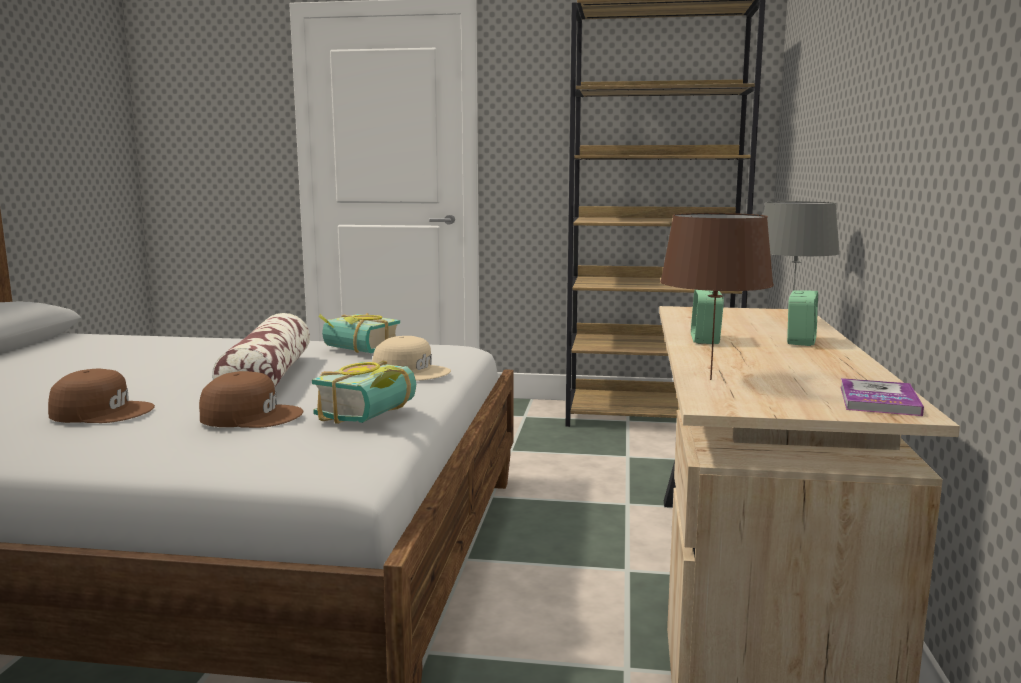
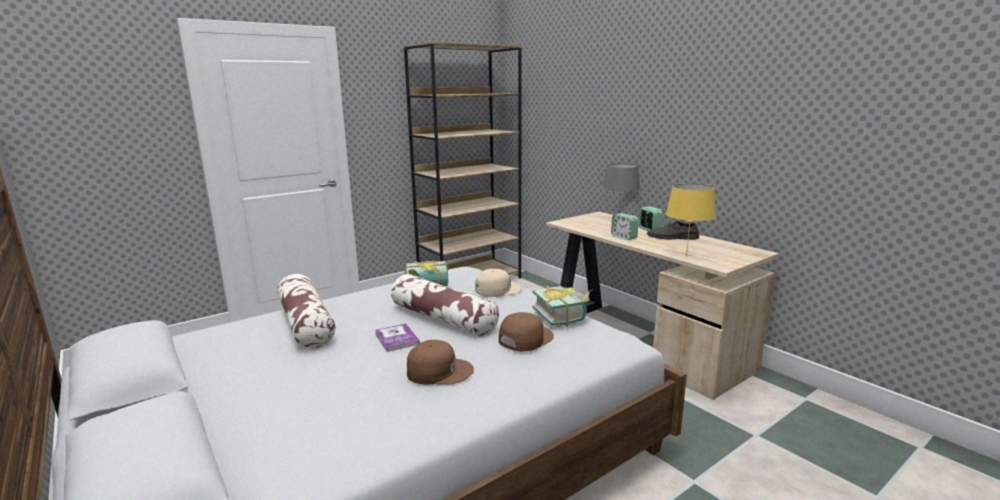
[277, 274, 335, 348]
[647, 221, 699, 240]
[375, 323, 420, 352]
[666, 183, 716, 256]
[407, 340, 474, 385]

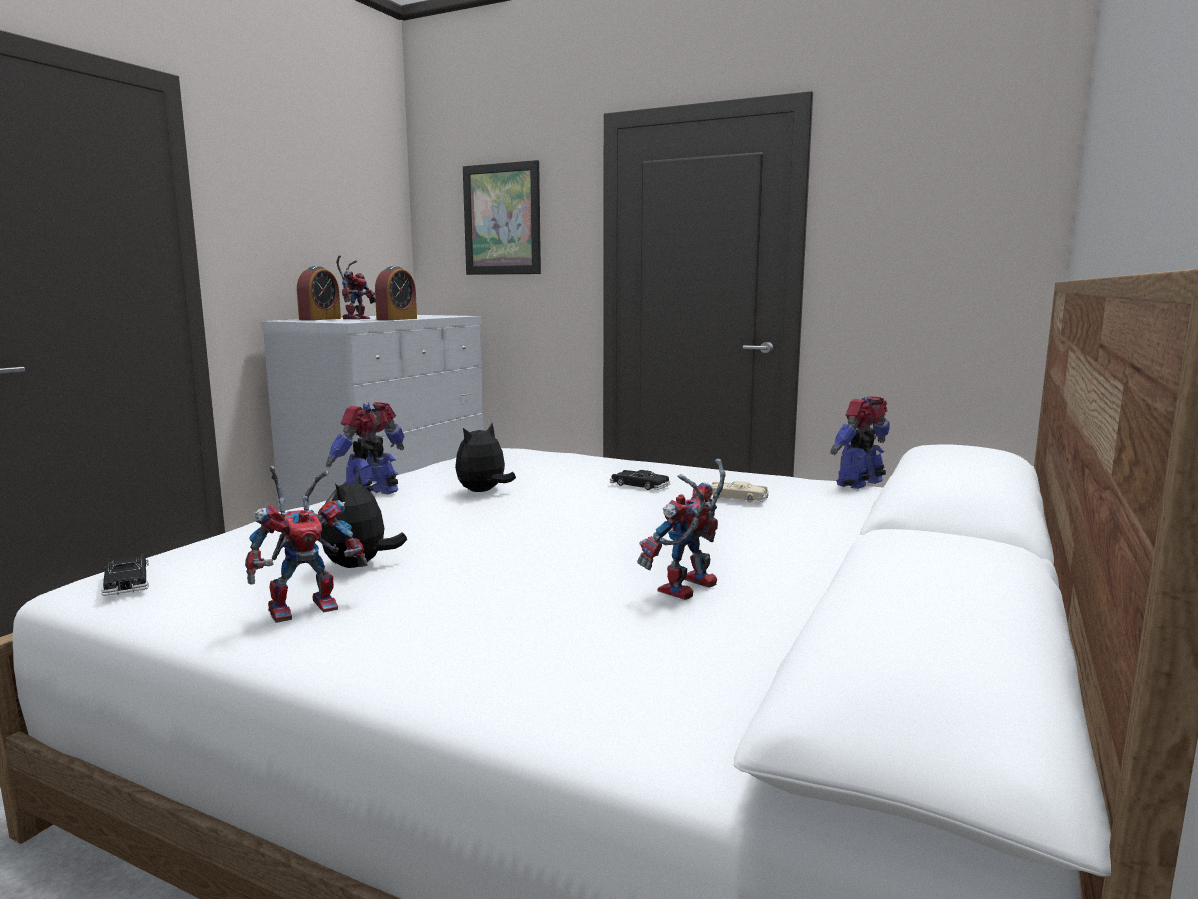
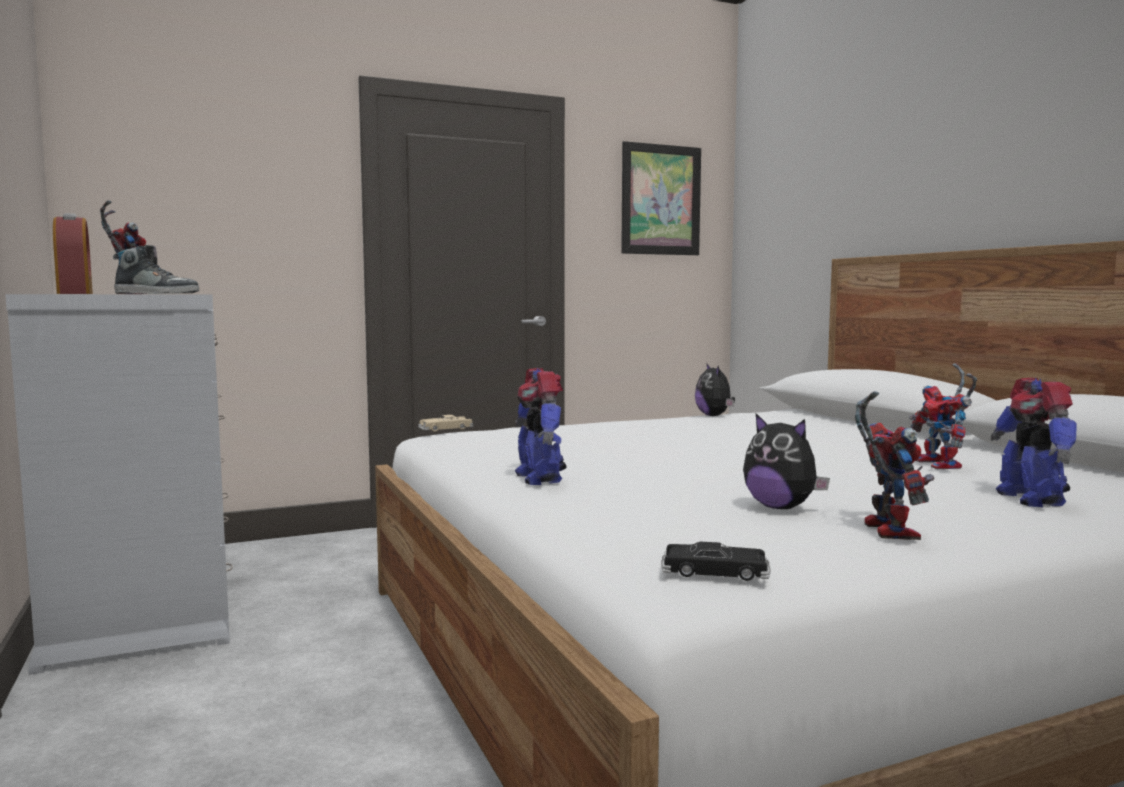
[375, 266, 417, 320] (first image)
[610, 470, 671, 490] (first image)
[113, 245, 199, 294]
[695, 363, 735, 416]
[621, 141, 701, 255]
[418, 415, 473, 432]
[991, 378, 1076, 507]

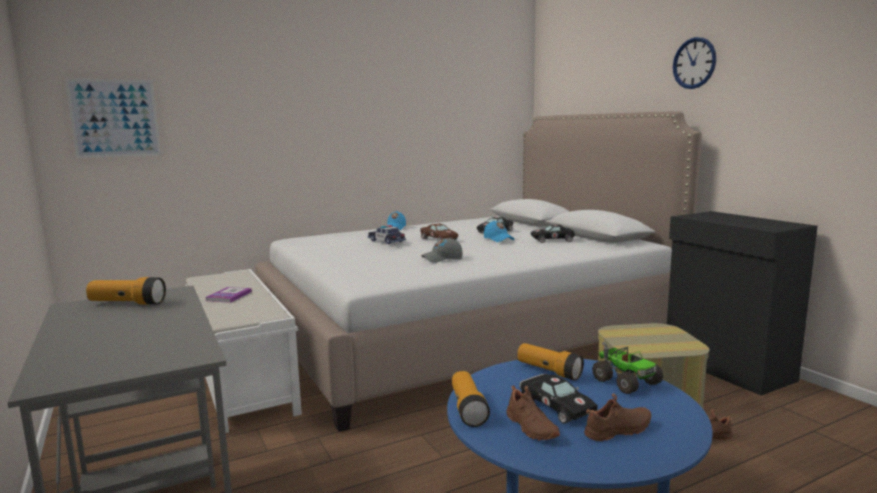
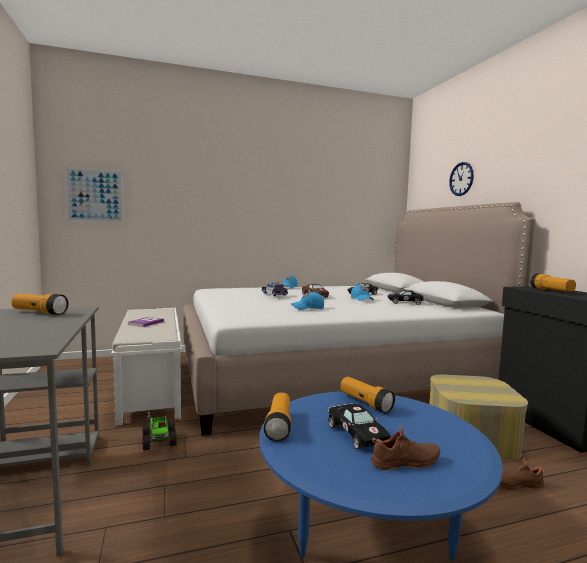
[506, 385, 560, 440] (first image)
[530, 273, 576, 292]
[142, 411, 177, 451]
[449, 162, 474, 196]
[291, 292, 324, 310]

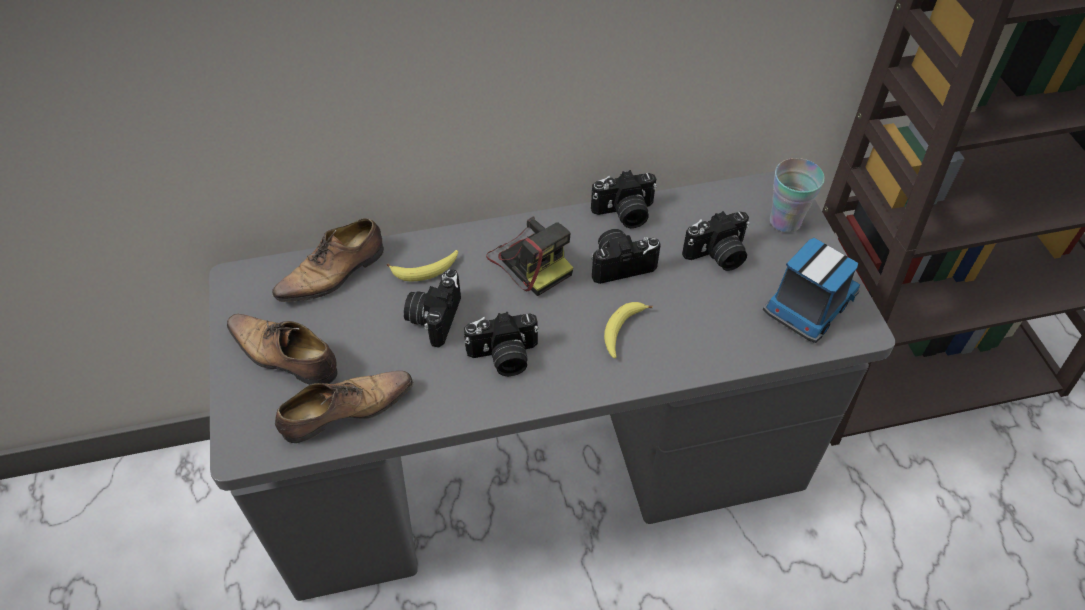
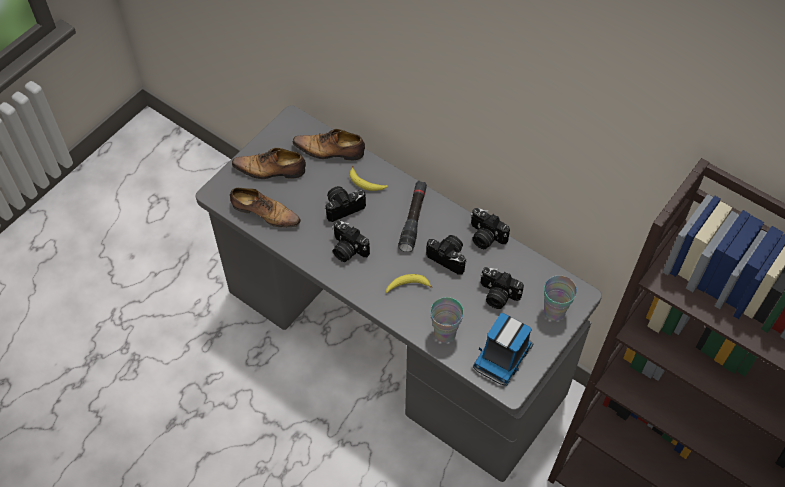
[430, 297, 464, 343]
[398, 181, 427, 252]
[232, 148, 306, 179]
[473, 313, 533, 386]

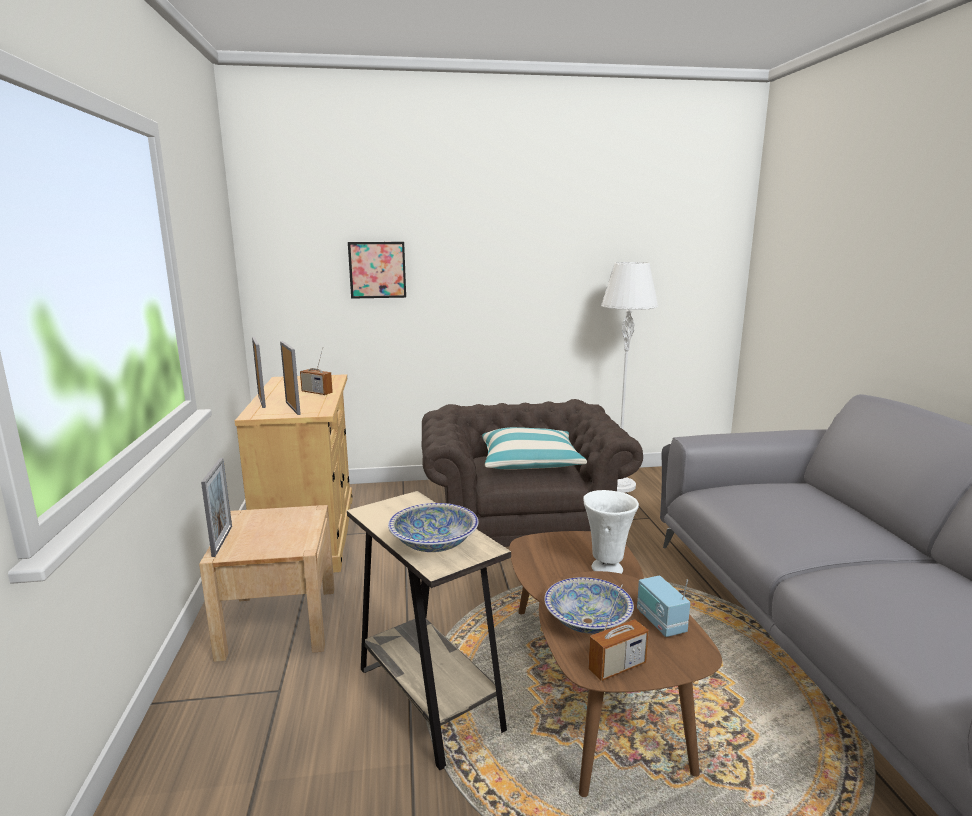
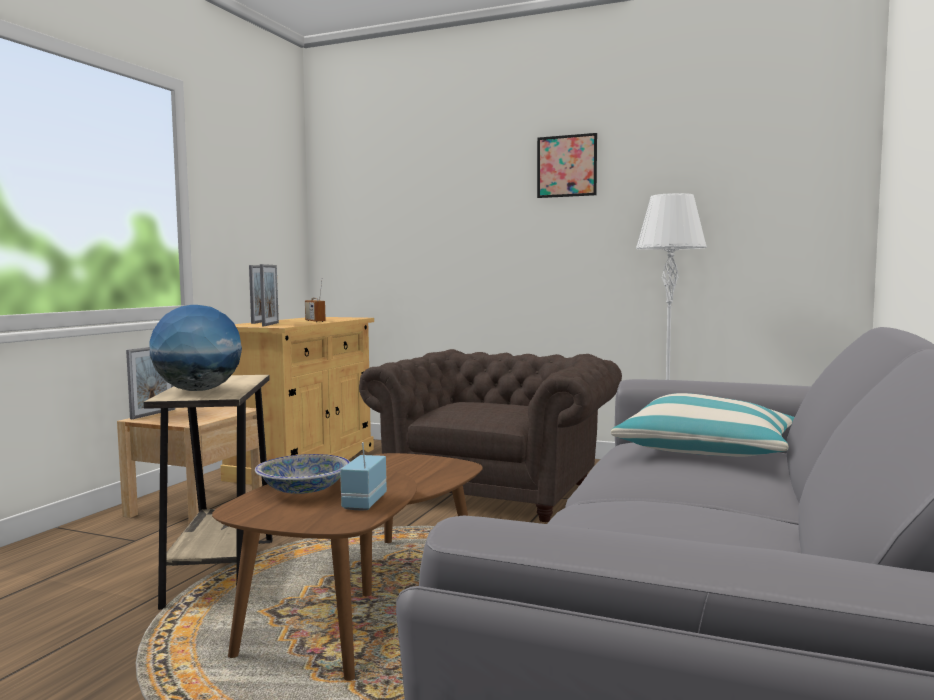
[583, 490, 639, 574] (first image)
[588, 585, 649, 681] (first image)
[537, 133, 597, 198]
[611, 393, 794, 457]
[150, 305, 242, 391]

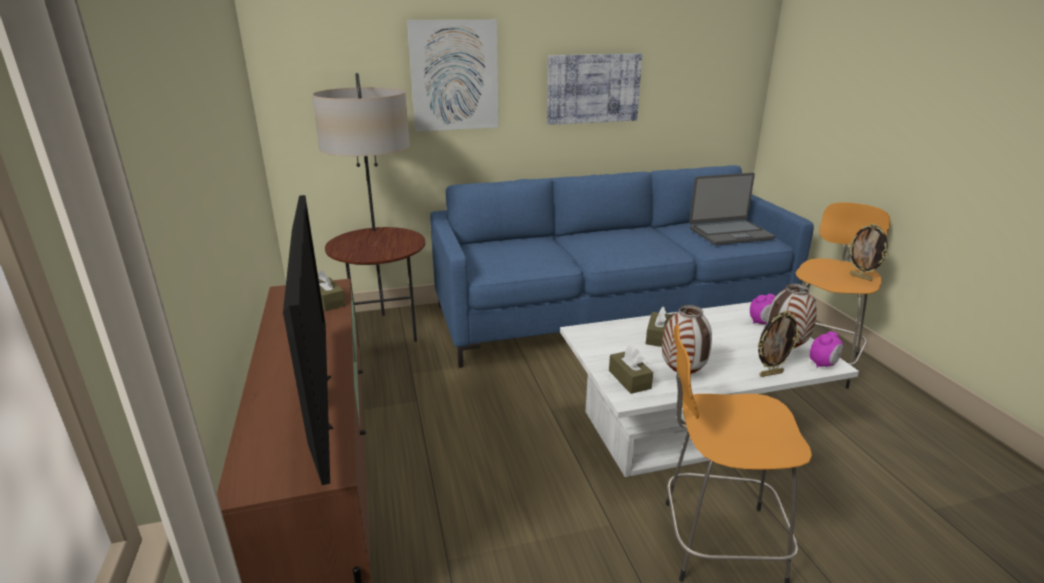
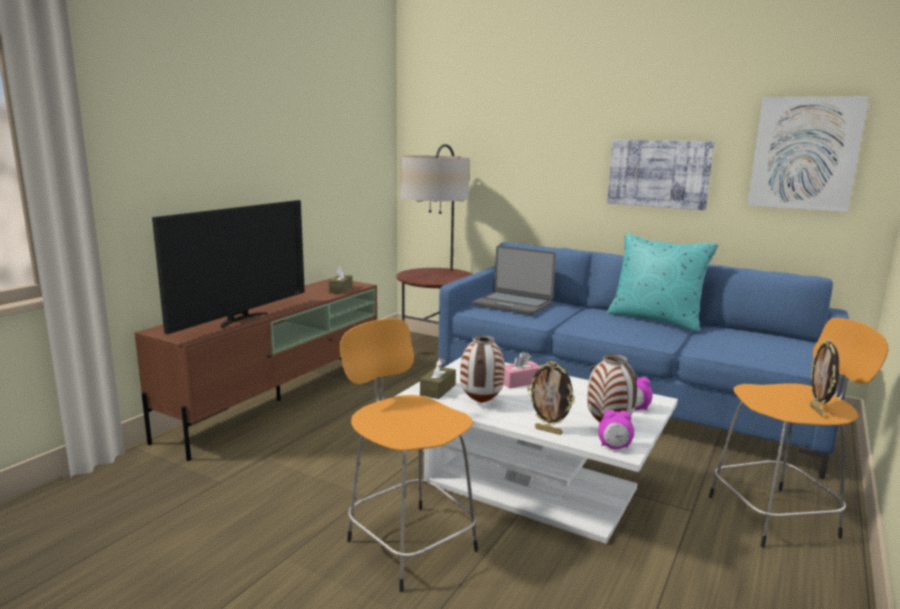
[607, 234, 718, 331]
[747, 96, 869, 212]
[473, 245, 556, 315]
[503, 352, 541, 389]

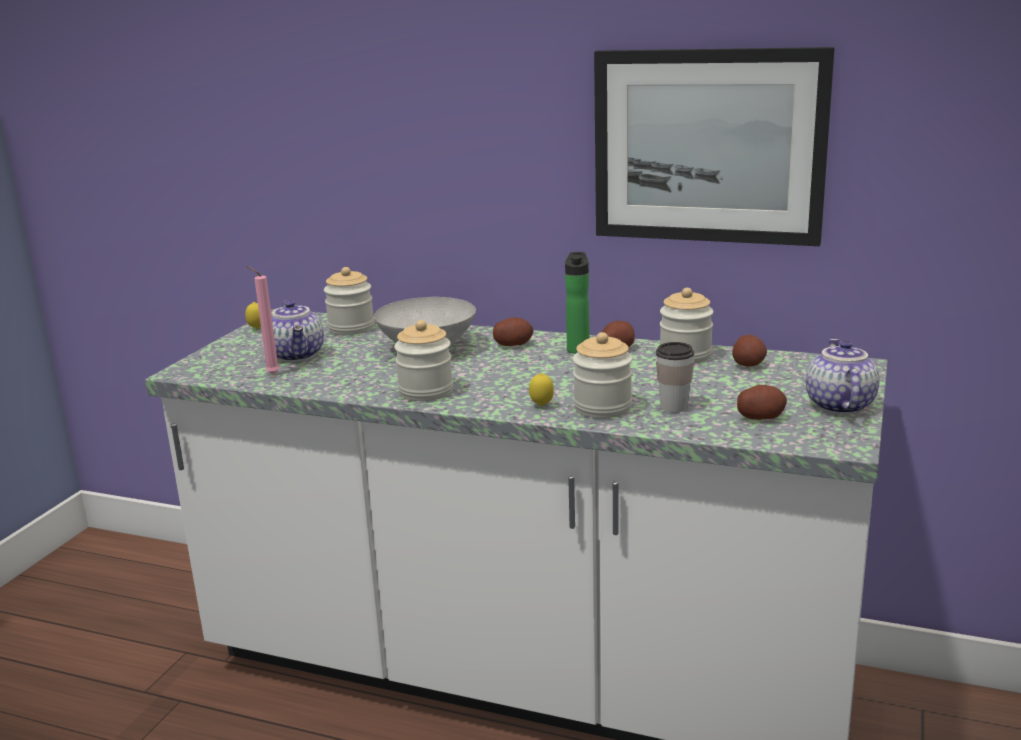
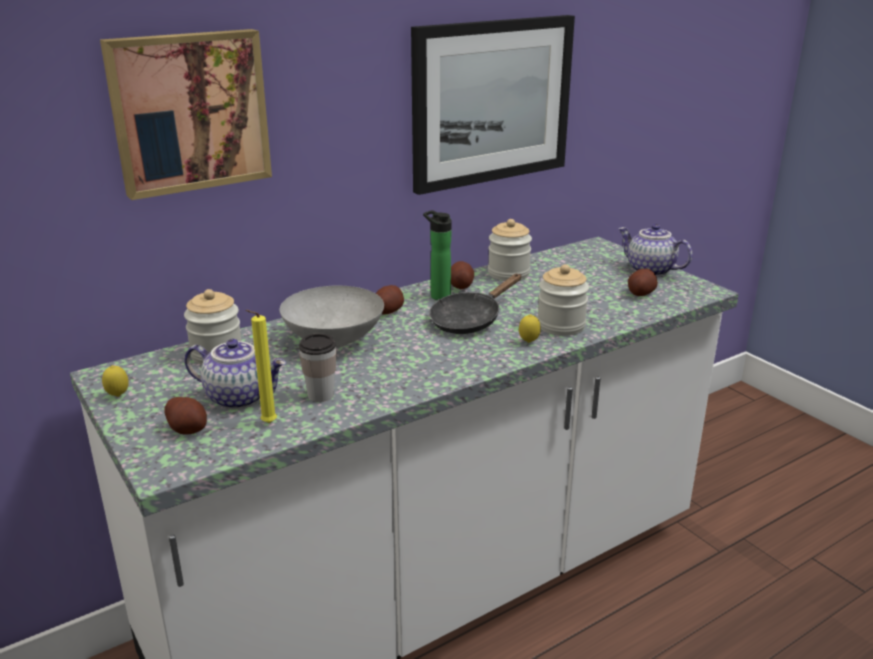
[394, 320, 453, 401] (first image)
[100, 29, 272, 200]
[429, 274, 522, 334]
[299, 333, 336, 402]
[164, 397, 207, 435]
[245, 310, 277, 423]

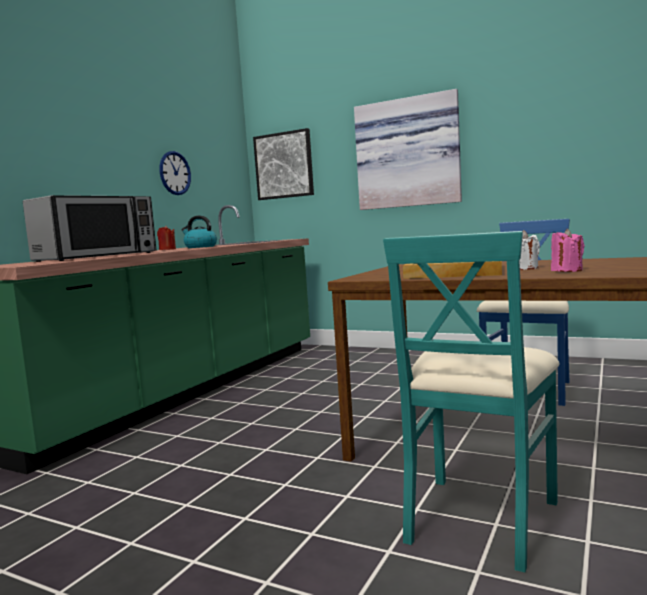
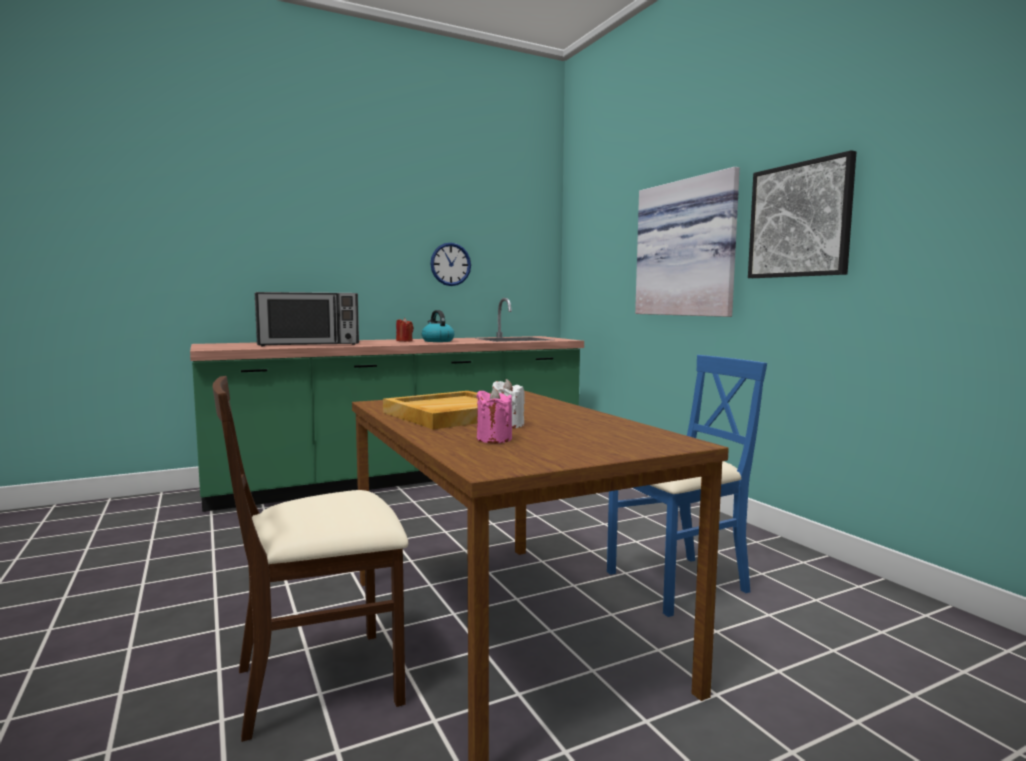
[748, 150, 856, 278]
[213, 376, 408, 742]

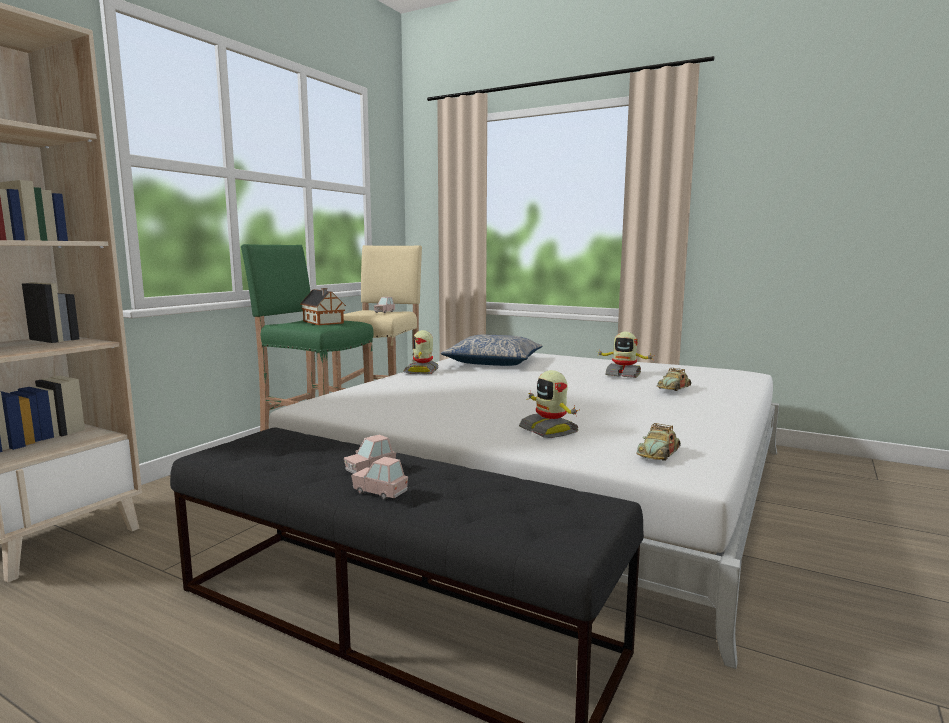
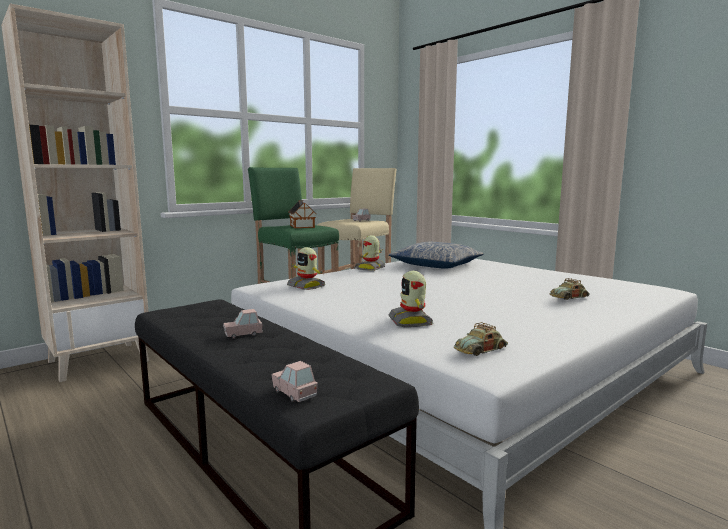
[271, 361, 318, 402]
[287, 247, 325, 290]

